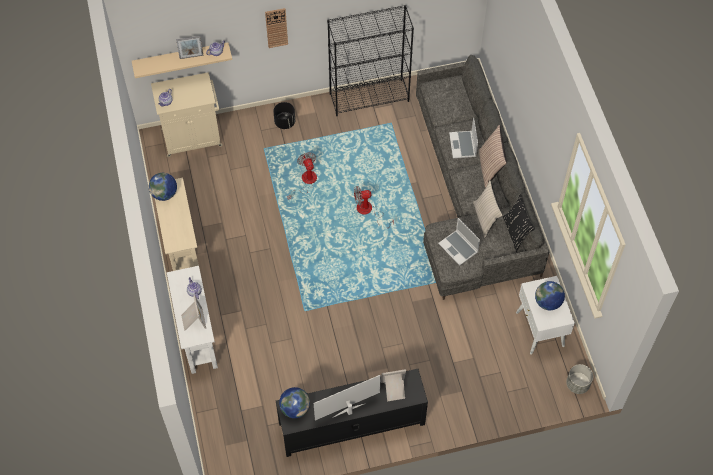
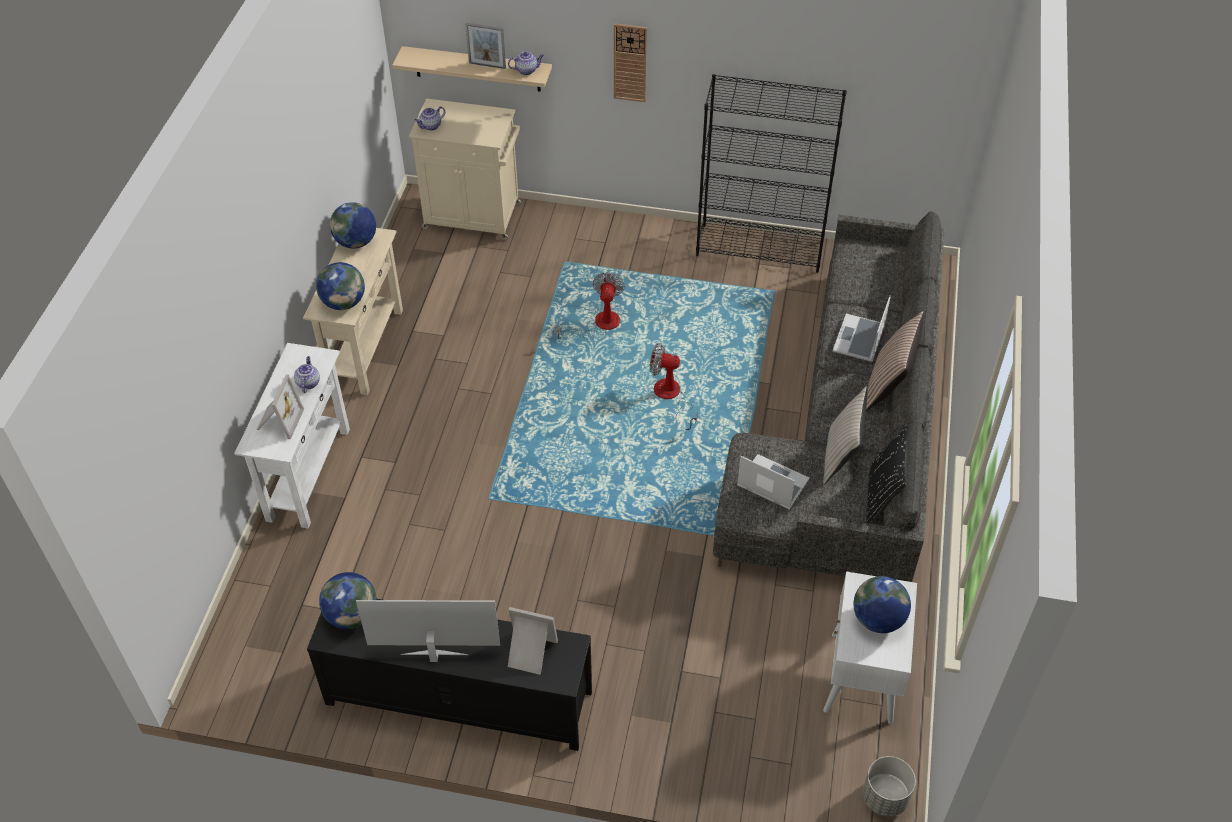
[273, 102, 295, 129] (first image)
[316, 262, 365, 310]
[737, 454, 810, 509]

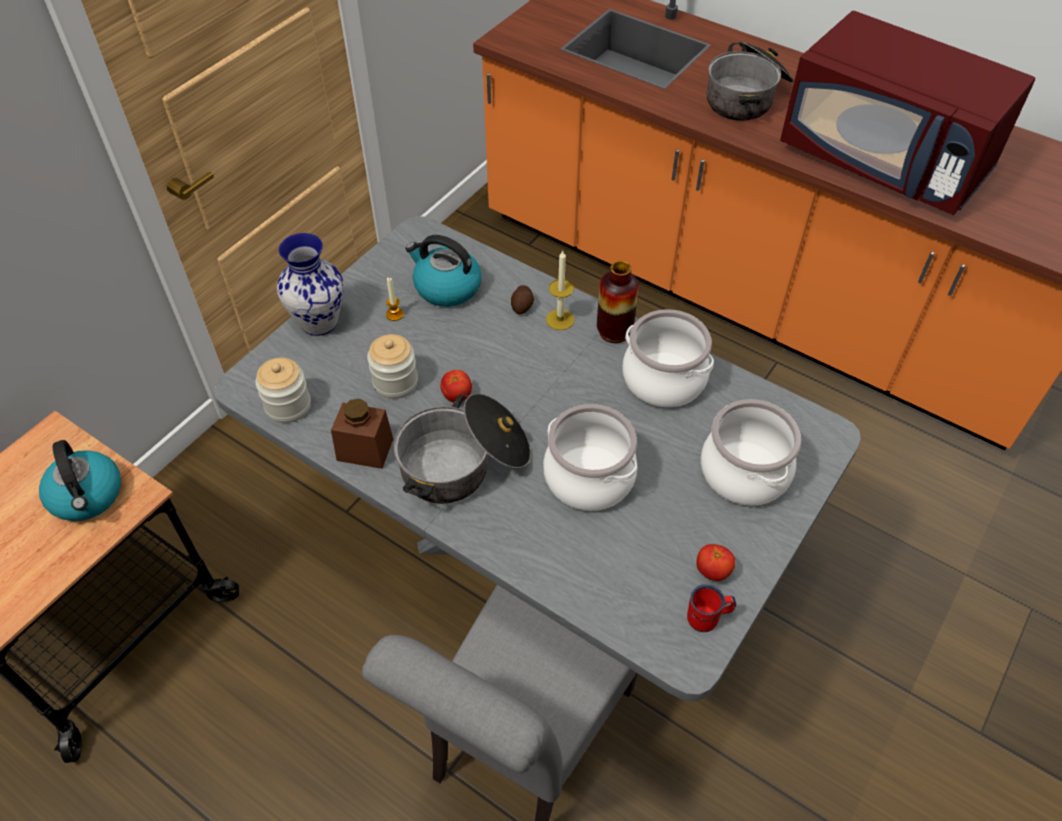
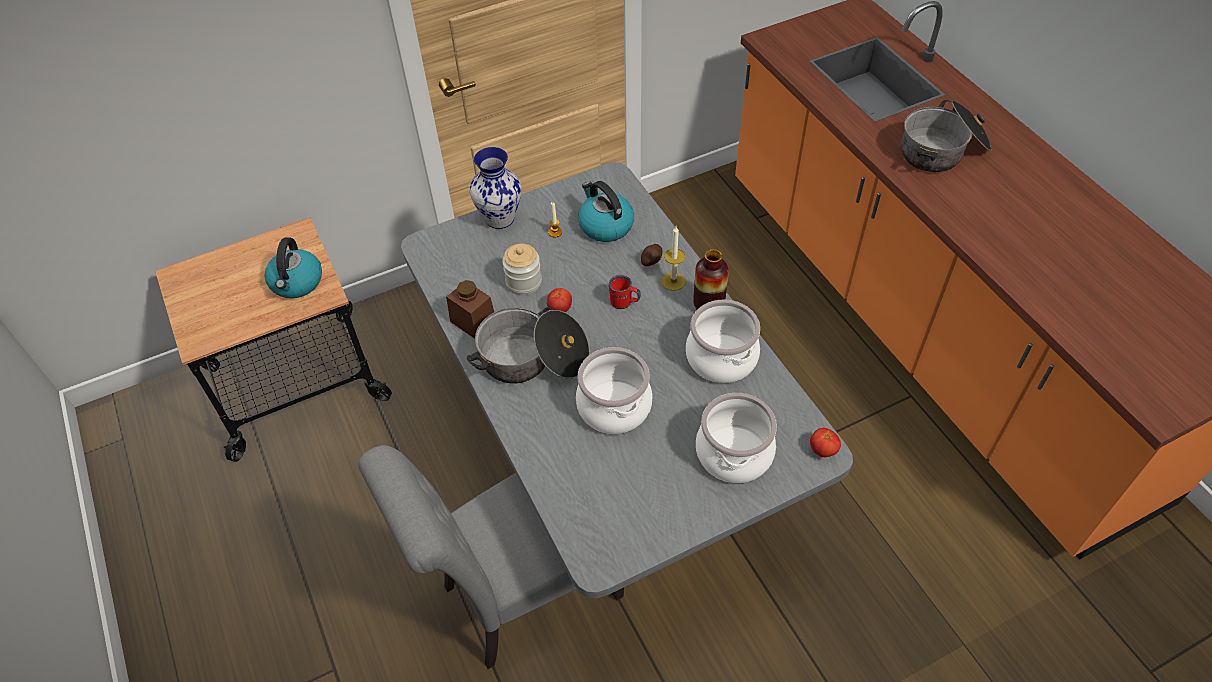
[255, 358, 311, 423] (first image)
[780, 11, 1035, 215] (first image)
[609, 275, 641, 309]
[810, 428, 841, 457]

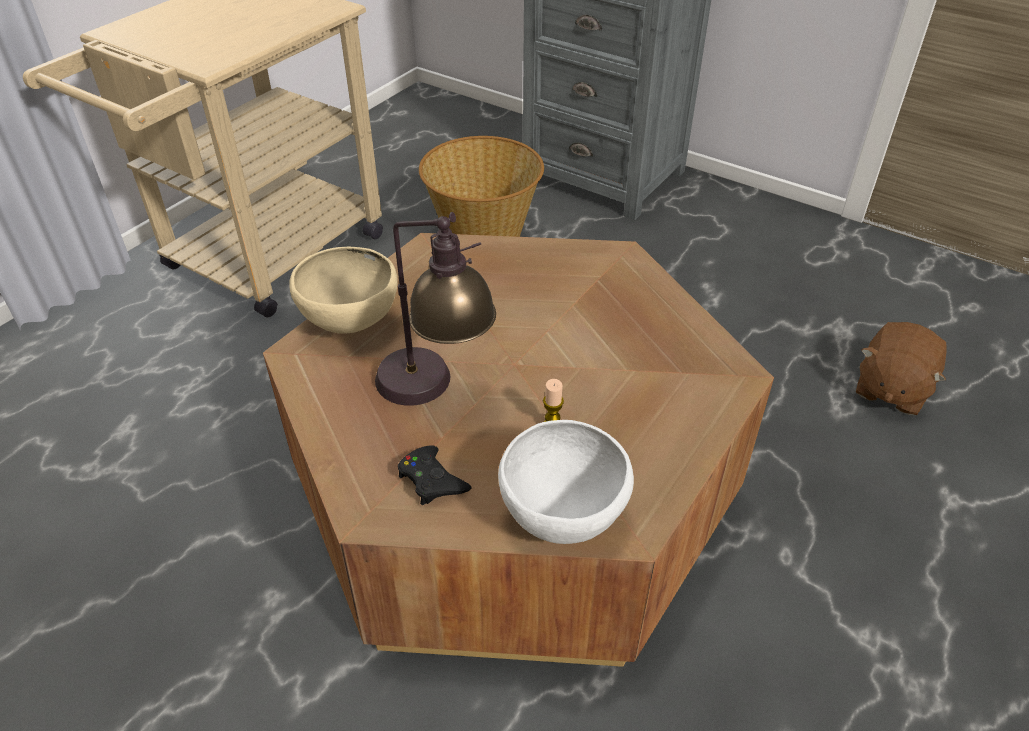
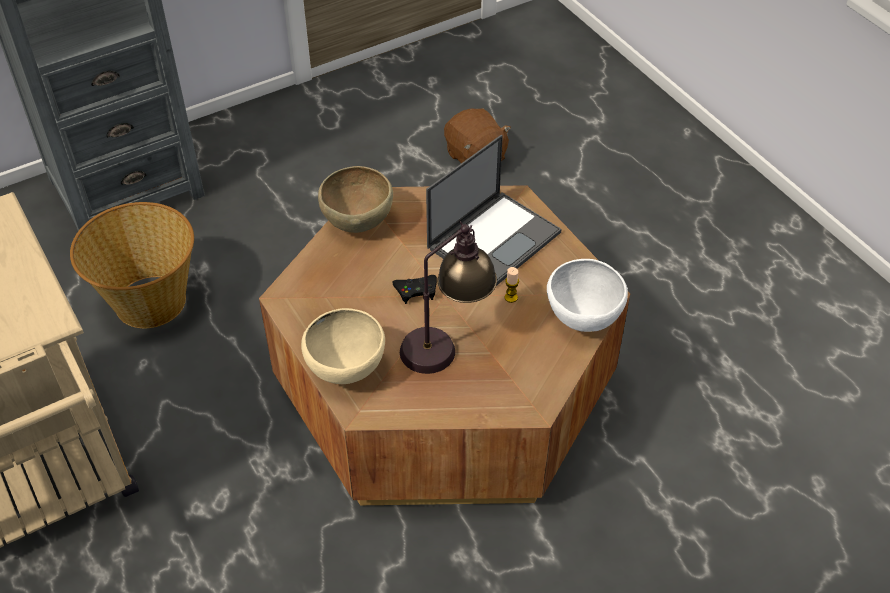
[318, 166, 393, 233]
[426, 135, 562, 286]
[392, 275, 437, 304]

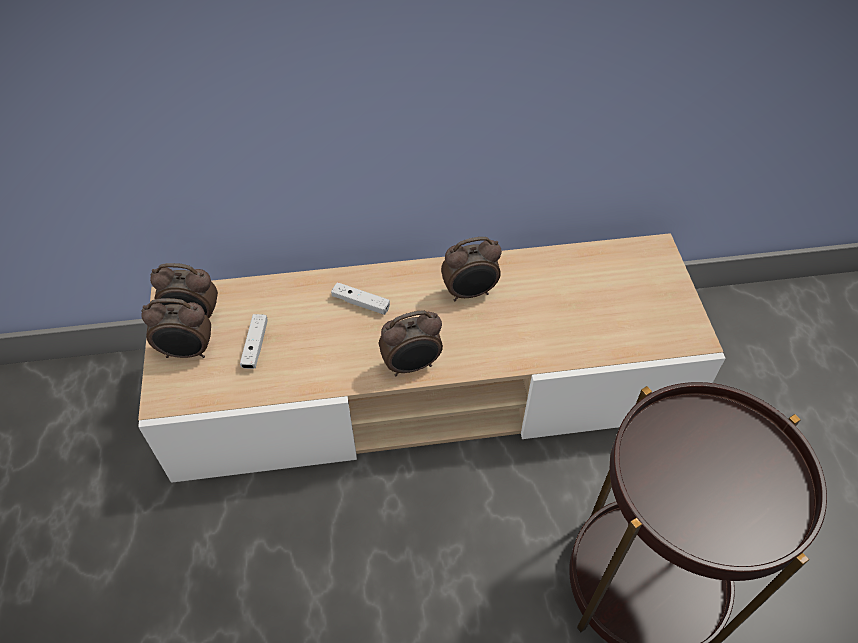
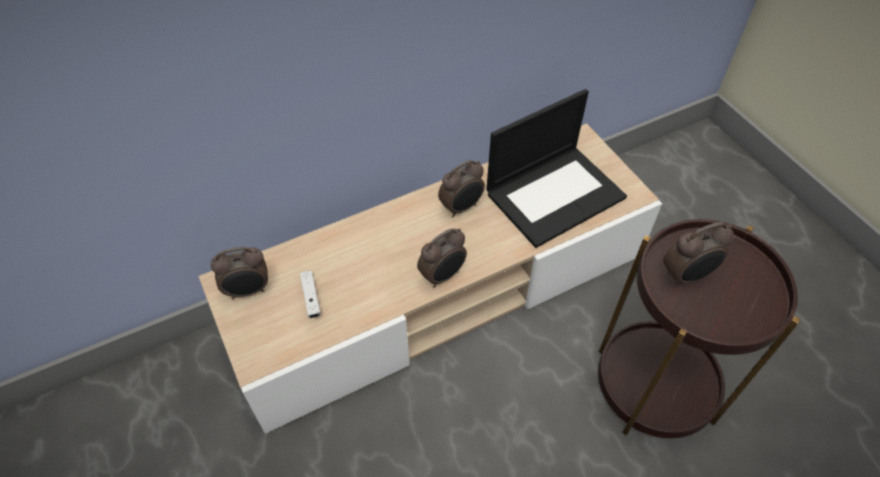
[331, 282, 390, 315] (first image)
[486, 89, 627, 248]
[663, 222, 734, 287]

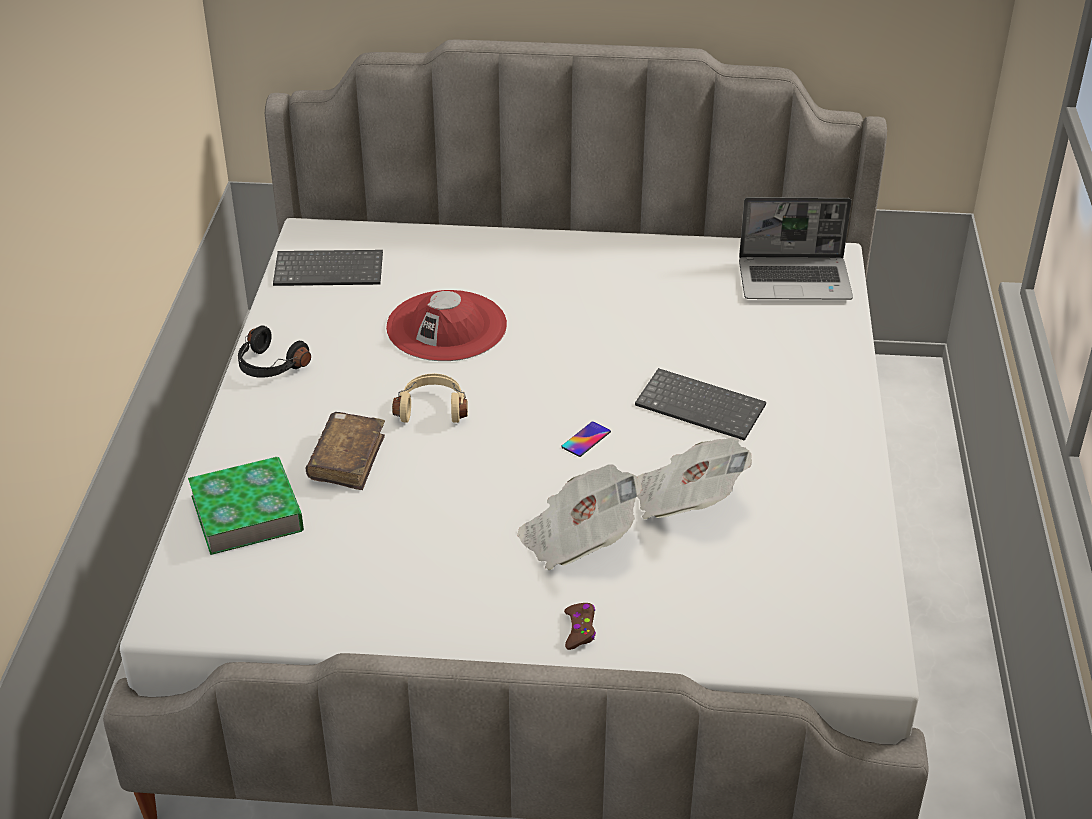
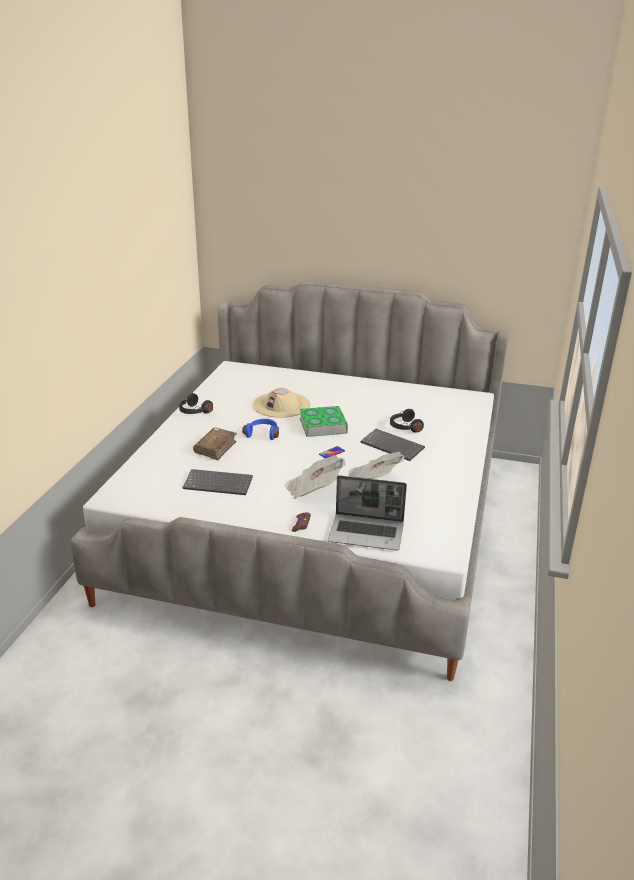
[390, 409, 424, 433]
[300, 406, 348, 437]
[182, 469, 253, 495]
[328, 475, 407, 551]
[253, 388, 310, 418]
[242, 419, 279, 440]

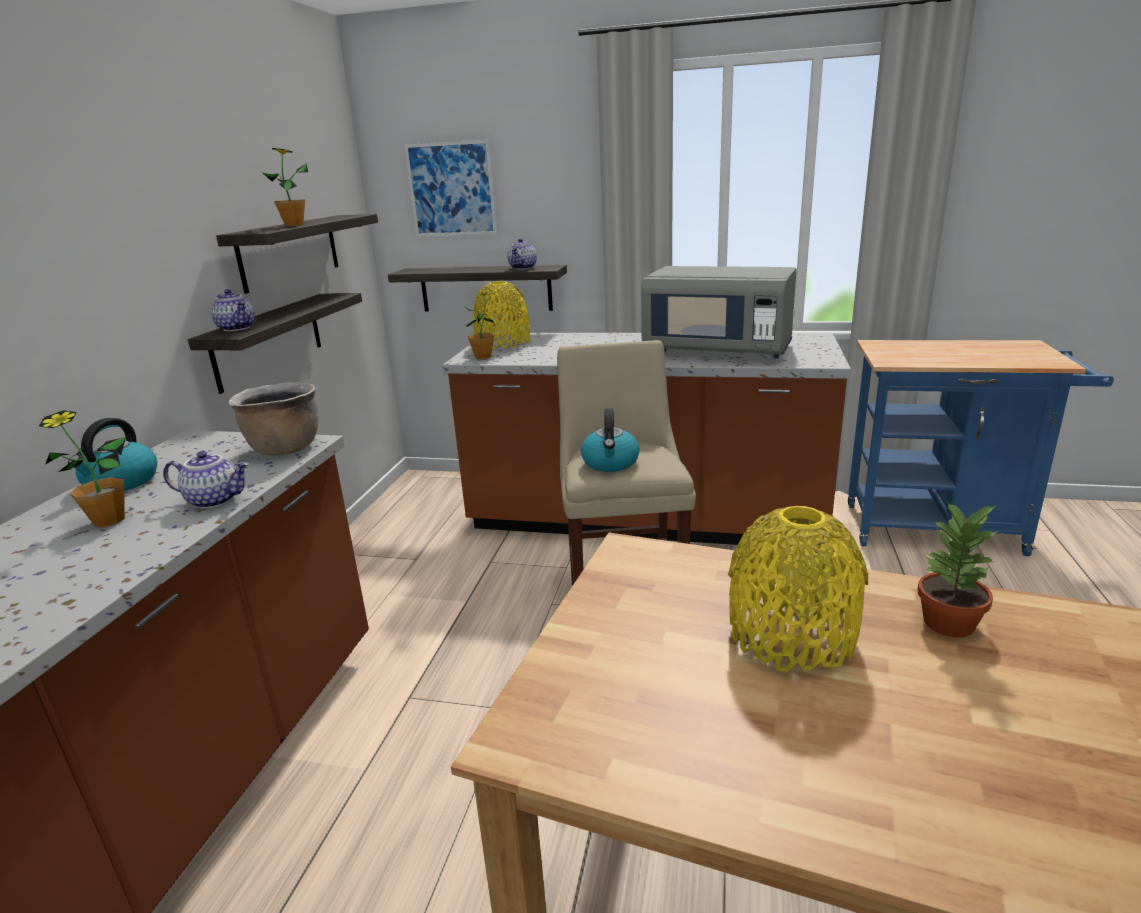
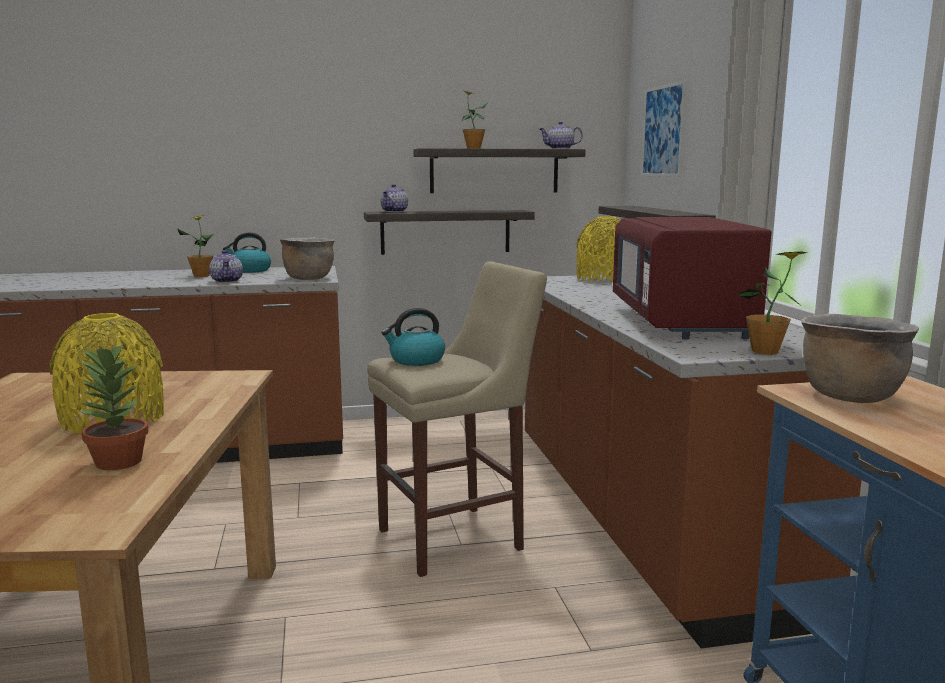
[801, 314, 919, 403]
[737, 252, 807, 355]
[540, 121, 583, 149]
[613, 217, 771, 340]

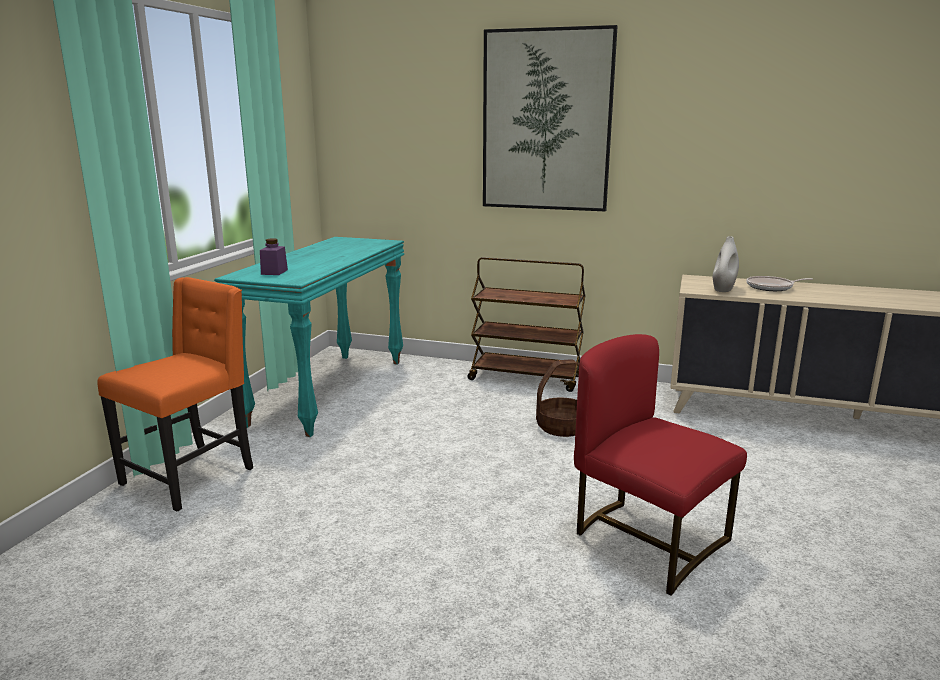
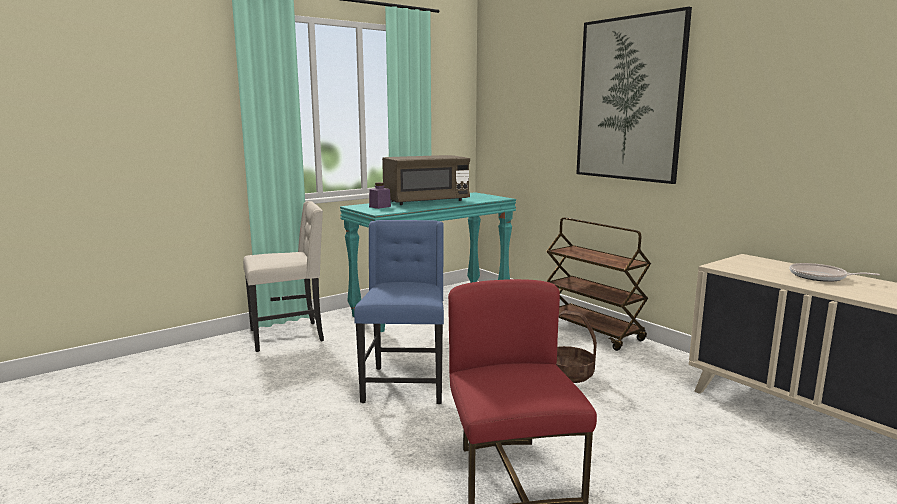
[713, 236, 739, 292] (first image)
[354, 220, 444, 404]
[382, 155, 470, 205]
[243, 201, 324, 352]

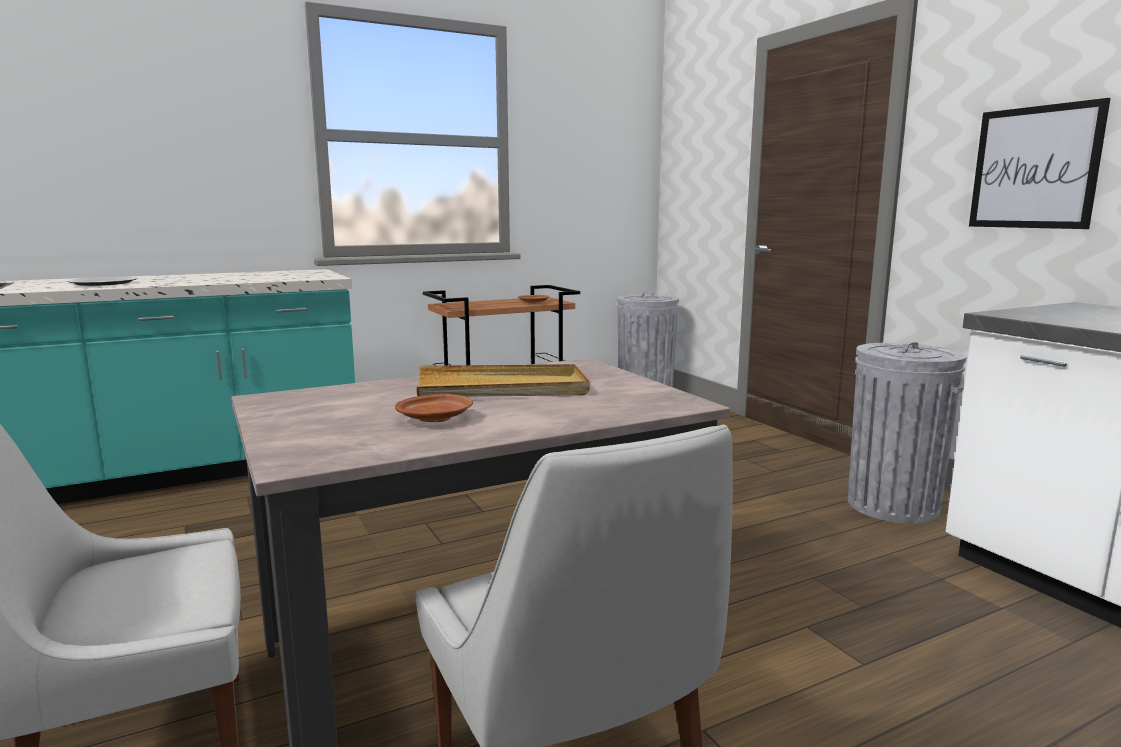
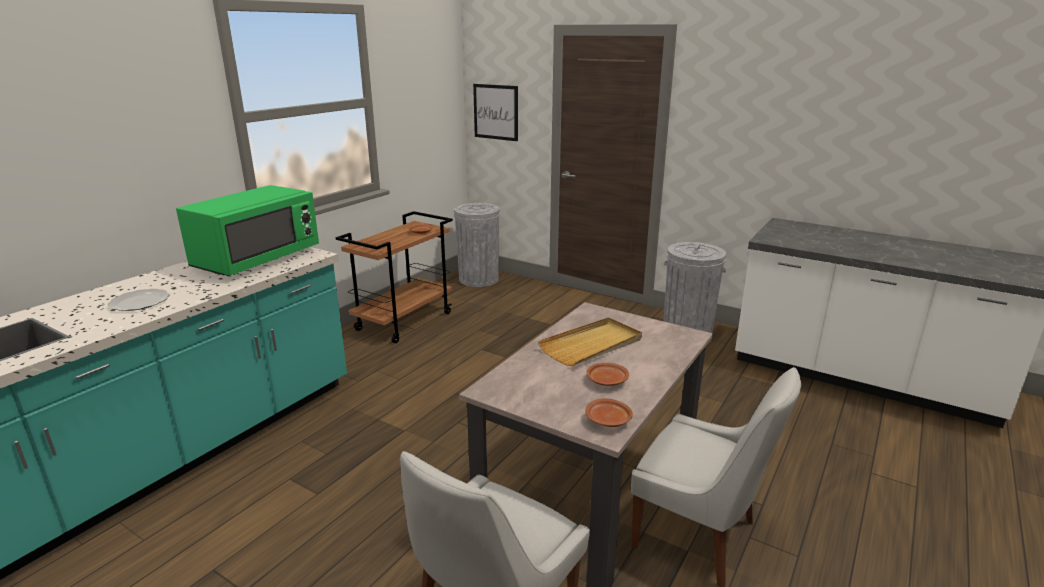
[176, 185, 319, 276]
[585, 398, 633, 427]
[473, 84, 518, 141]

